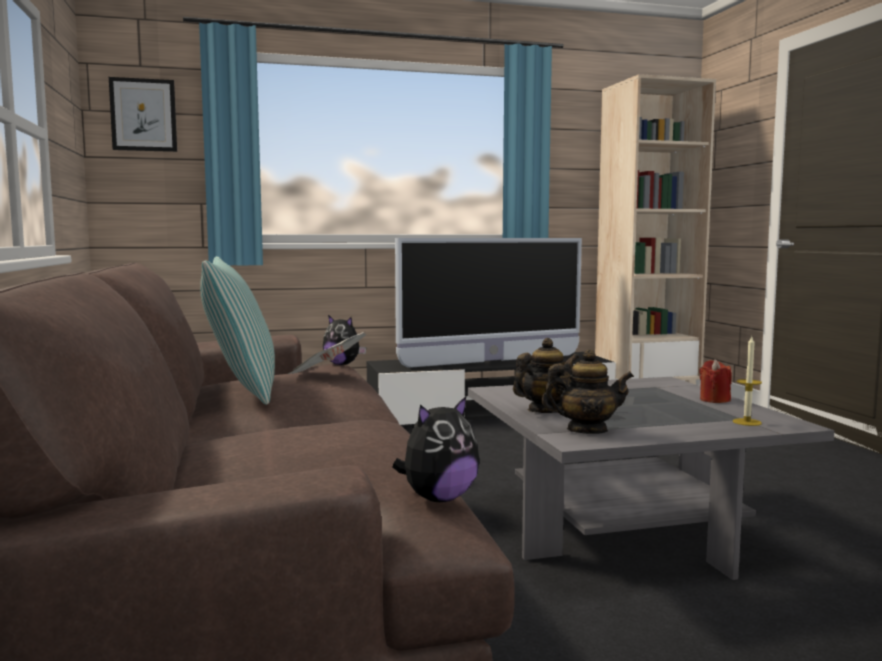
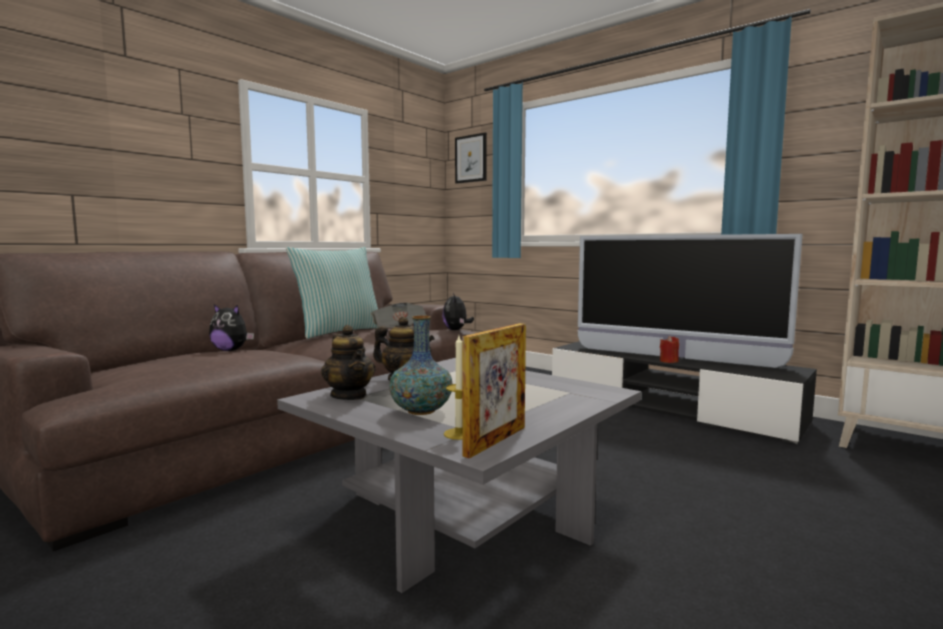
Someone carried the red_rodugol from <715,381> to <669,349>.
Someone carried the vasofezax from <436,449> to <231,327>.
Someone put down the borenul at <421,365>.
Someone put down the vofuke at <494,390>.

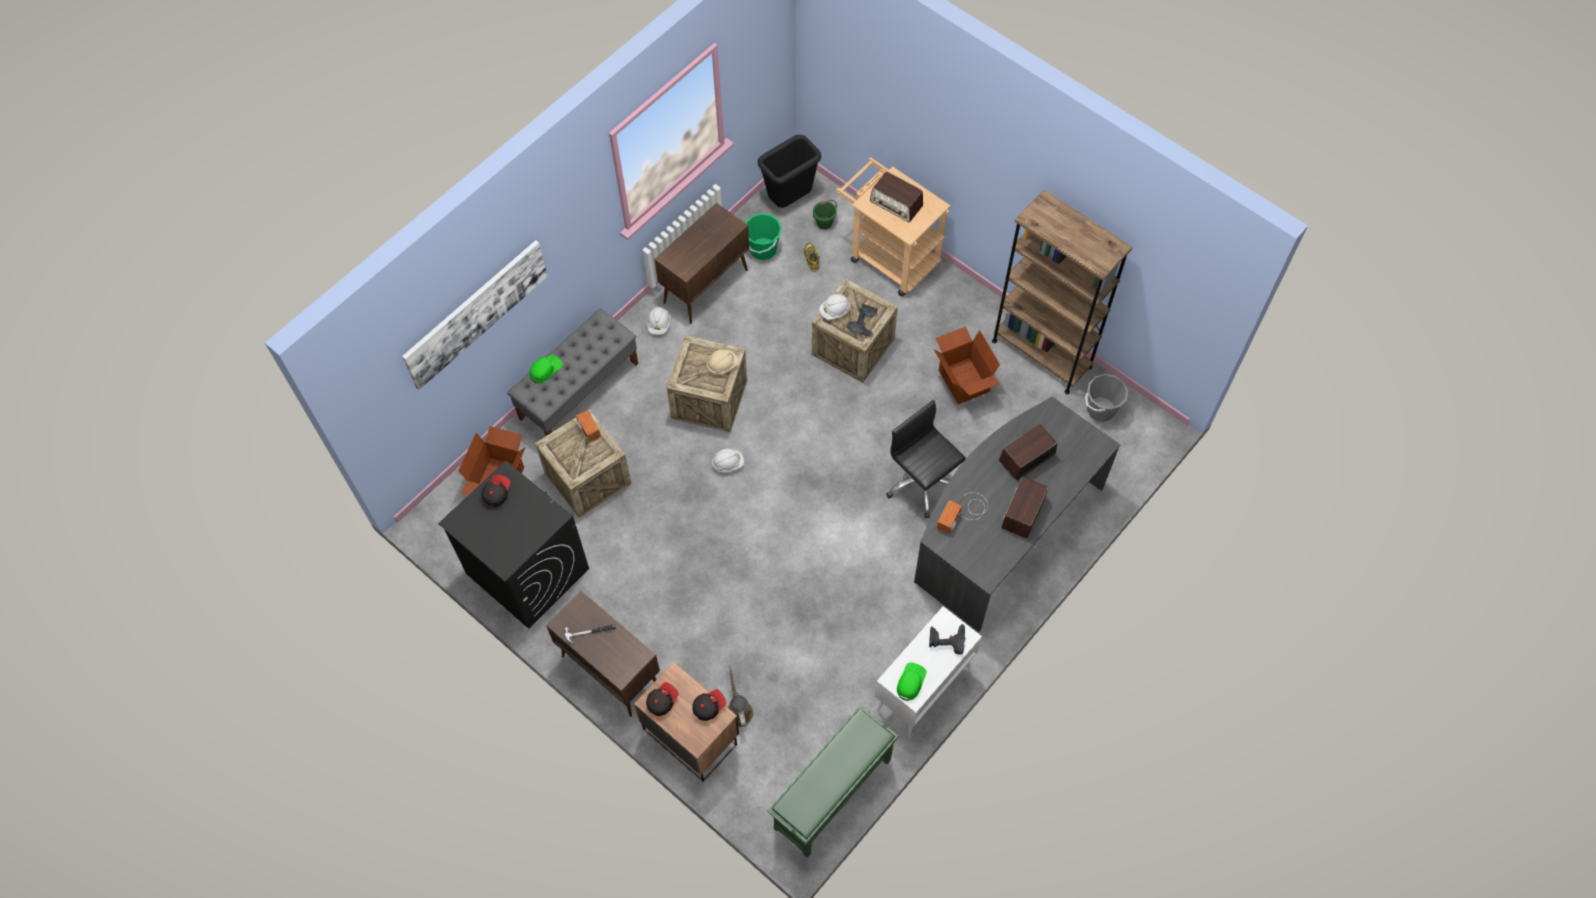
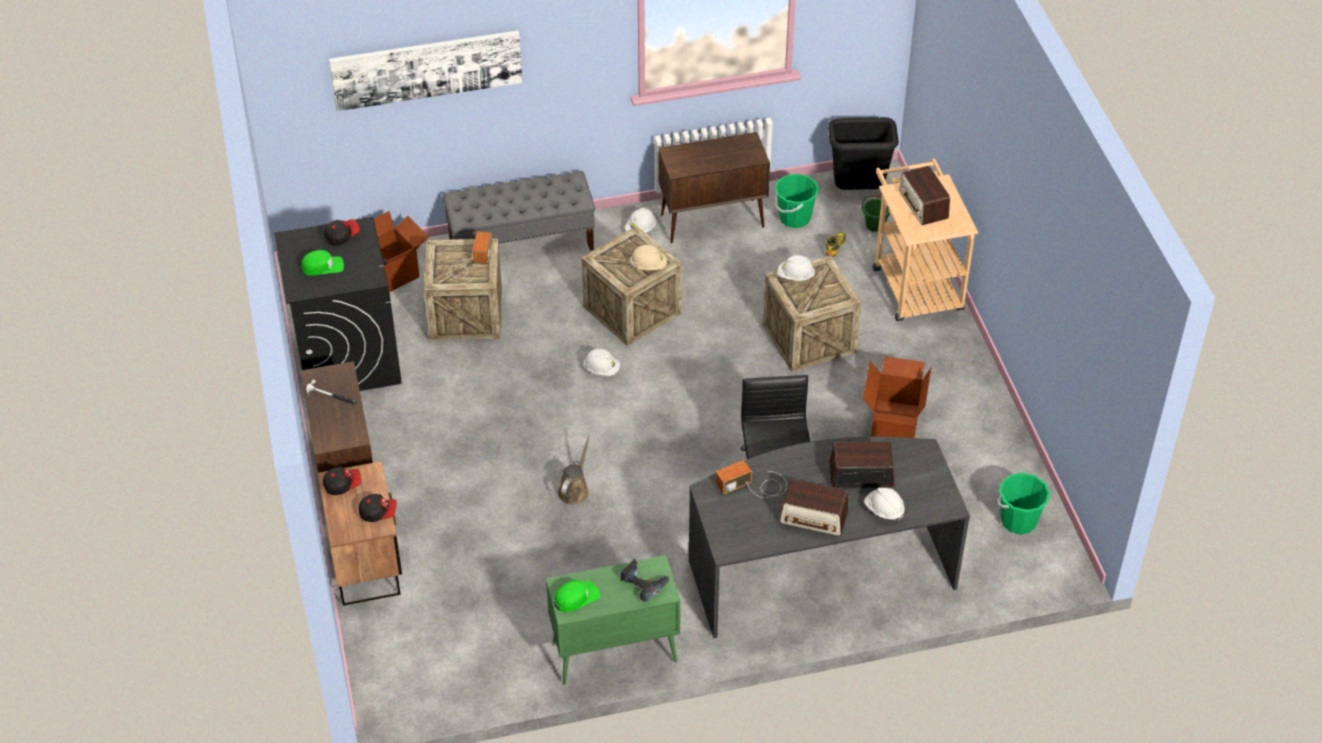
Someone took away the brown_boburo at <1062,292>.
Someone took away the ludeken at <862,320>.
Someone carried the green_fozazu from <546,369> to <322,263>.
Someone repainted the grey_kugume at <1106,398>, which became the green_kugume at <1024,504>.
Someone rotated the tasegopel at <1024,508> by 135 degrees counterclockwise.
Someone repainted the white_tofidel at <928,672>, which became the green_tofidel at <613,620>.
Someone carried the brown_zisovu from <740,696> to <573,470>.
Someone took away the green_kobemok at <833,781>.
Someone put down the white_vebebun at <884,503>.

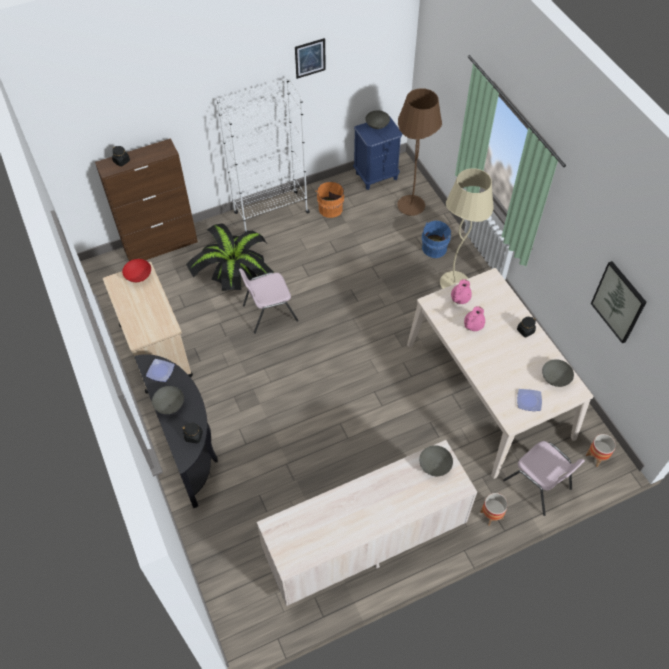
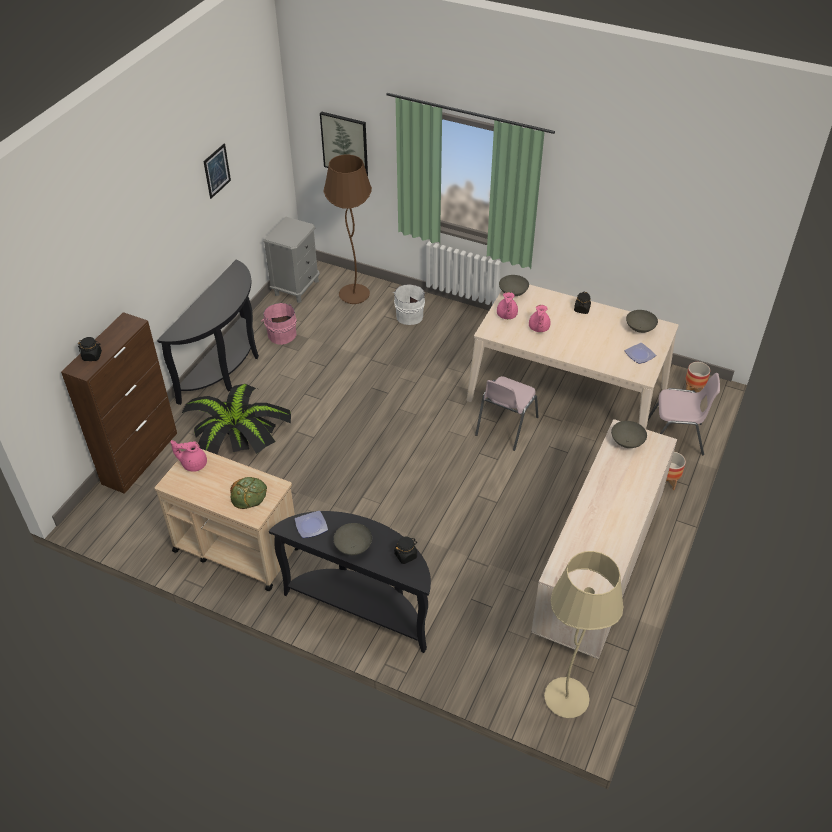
Someone swapped the white_boburo at <263,154> for the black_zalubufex at <208,332>.
Someone carried the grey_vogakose from <377,119> to <514,285>.
Someone repainted the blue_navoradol at <377,153>, which became the grey_navoradol at <291,260>.
Someone carried the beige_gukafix from <467,228> to <583,634>.
Someone repainted the orange_kugume at <330,200>, which became the pink_kugume at <279,324>.
Someone repainted the blue_kugume at <438,239>, which became the white_kugume at <410,304>.
Someone swapped the red_vogakose at <136,270> for the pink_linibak at <188,456>.
Someone carried the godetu from <618,302> to <344,144>.
Someone carried the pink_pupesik from <269,301> to <507,413>.
Someone put down the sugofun at <248,493>.

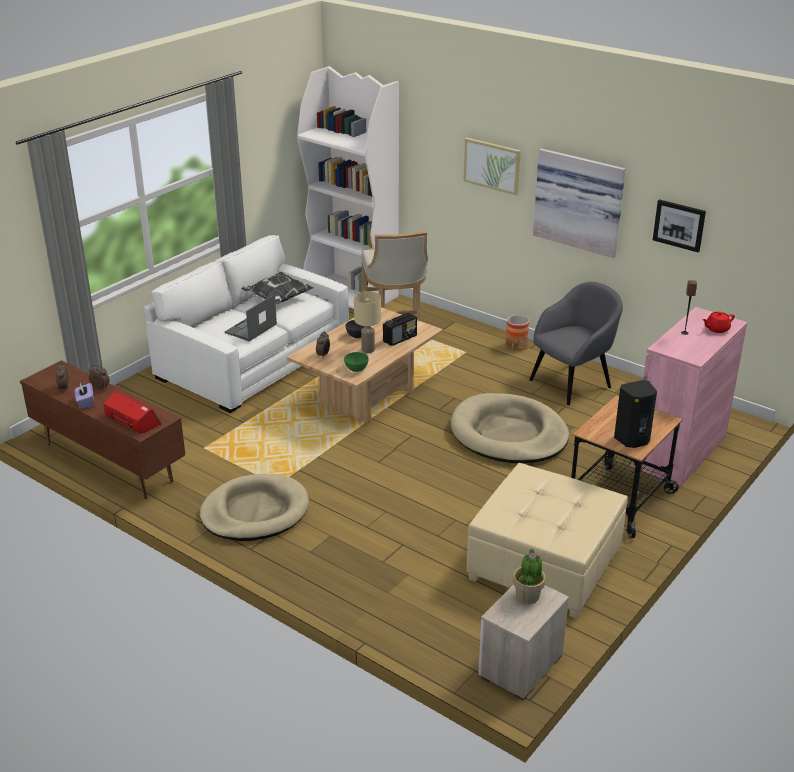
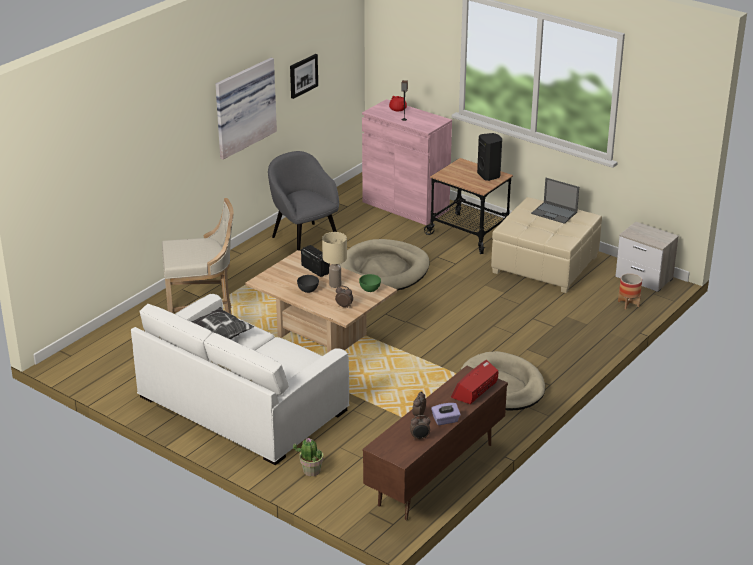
Someone took away the white_boburo at <348,187>.
Someone took away the godetu at <492,166>.
Someone carried the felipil from <251,317> to <555,201>.
Someone carried the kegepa from <517,333> to <630,291>.
Someone carried the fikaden from <529,576> to <308,457>.

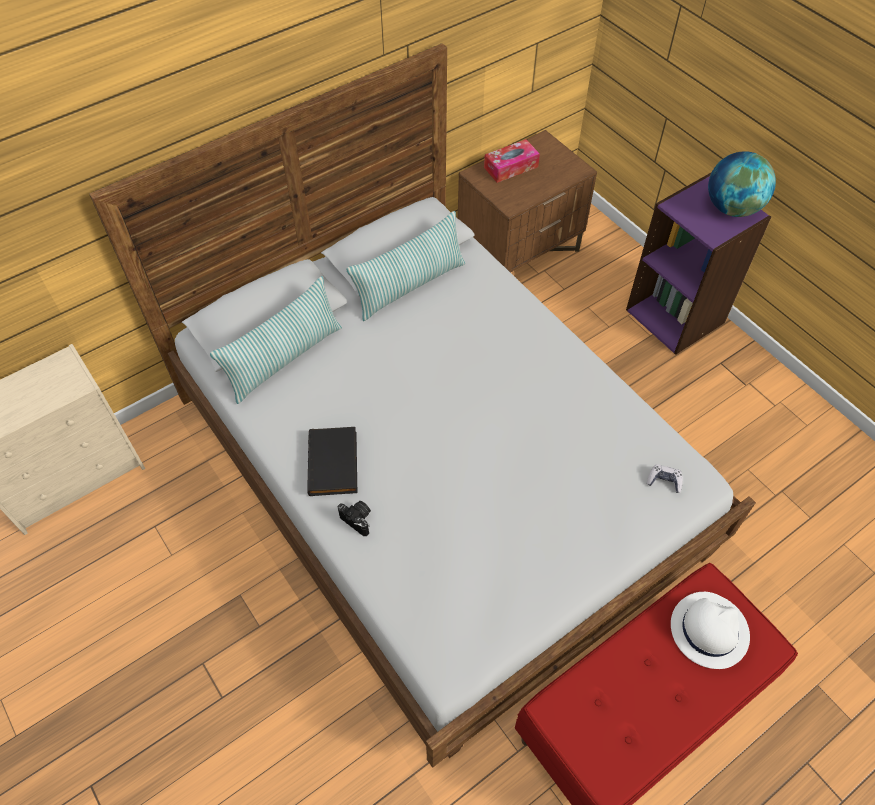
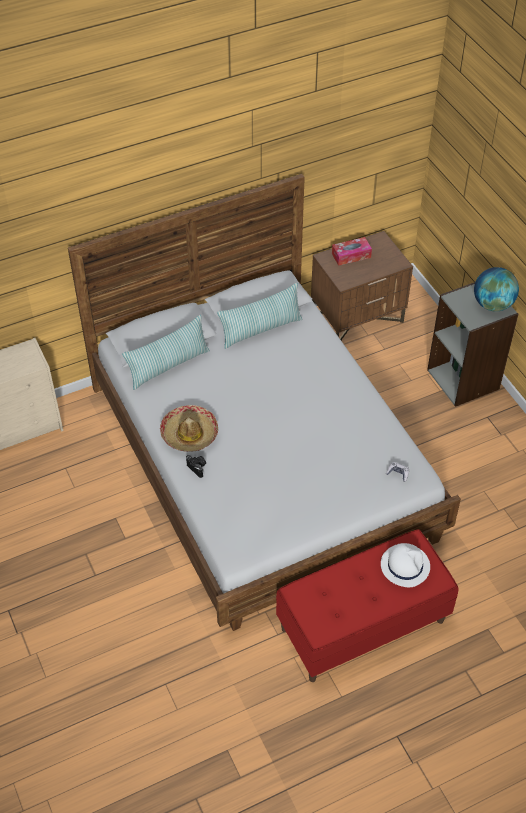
Someone repainted the purple_boburo at <698,263>, which became the grey_boburo at <473,344>.
Someone swapped the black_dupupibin at <332,461> for the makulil at <189,428>.

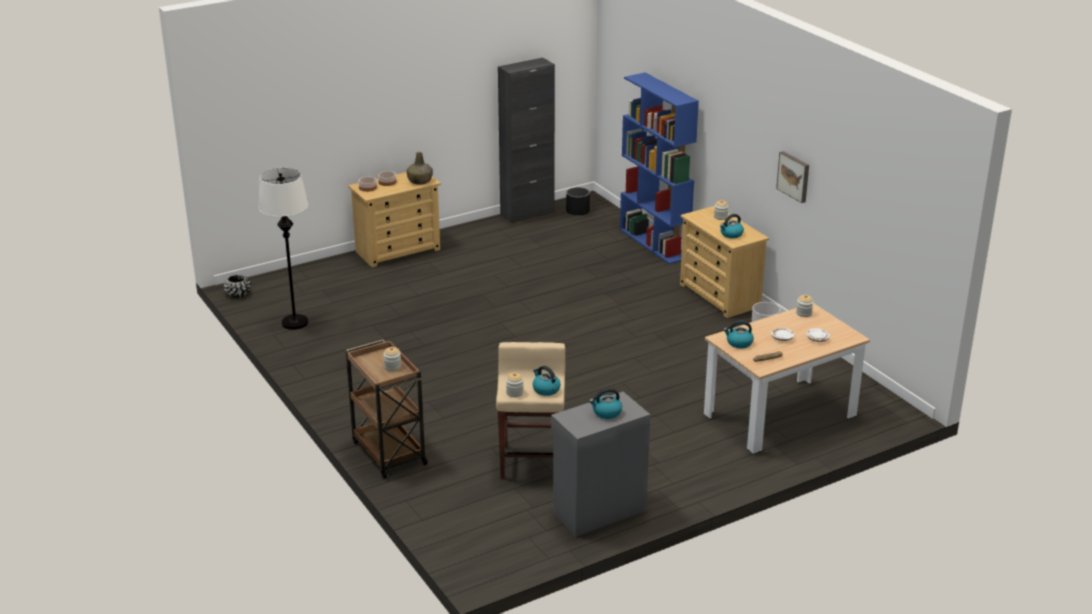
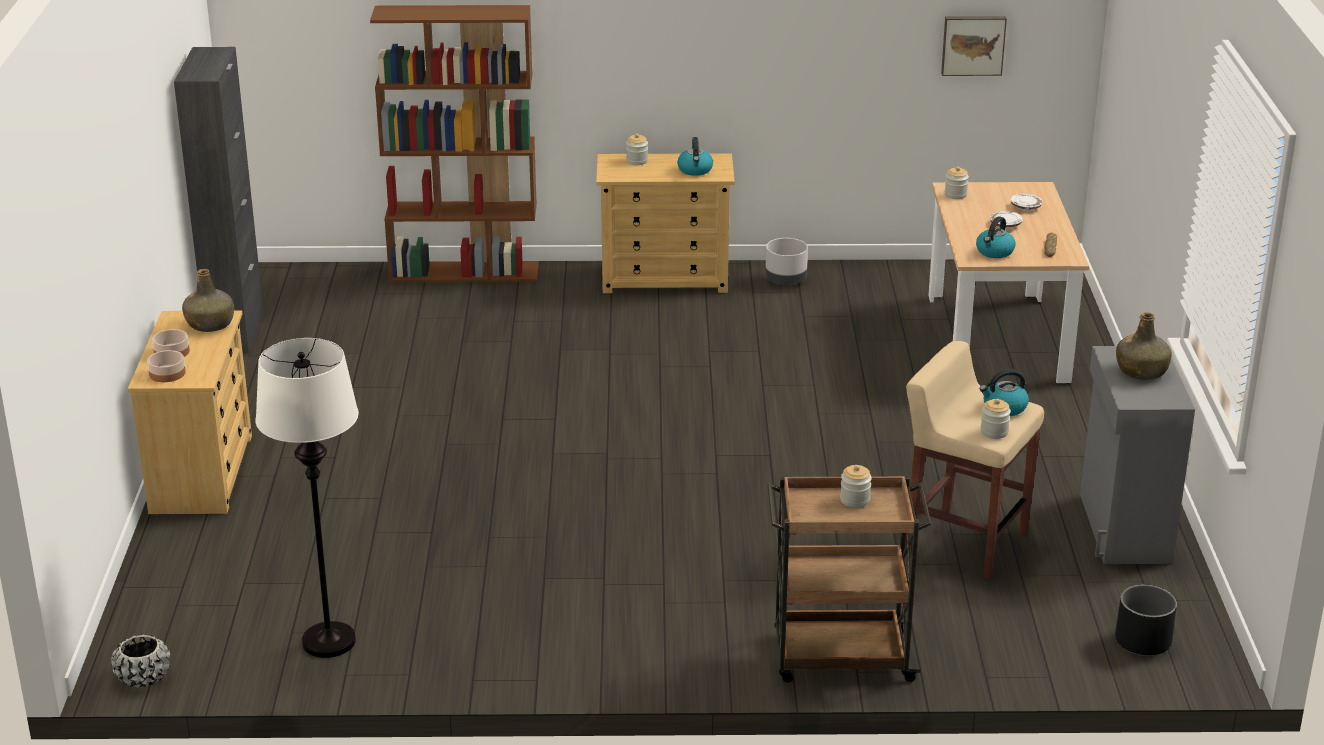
Someone repainted the blue_boburo at <659,168>, which became the brown_boburo at <454,143>.
Someone carried the godetu from <792,177> to <974,46>.
Someone carried the black_kegepa from <578,201> to <1146,620>.
Someone swapped the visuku at <605,403> for the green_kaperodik at <1144,346>.

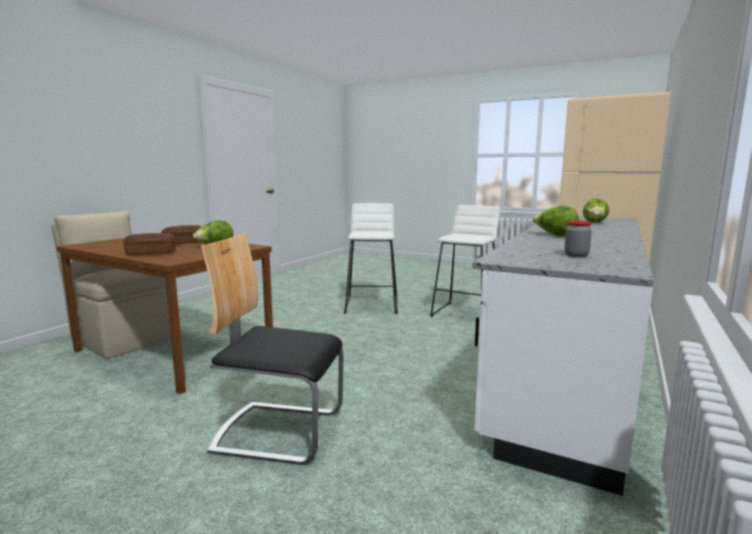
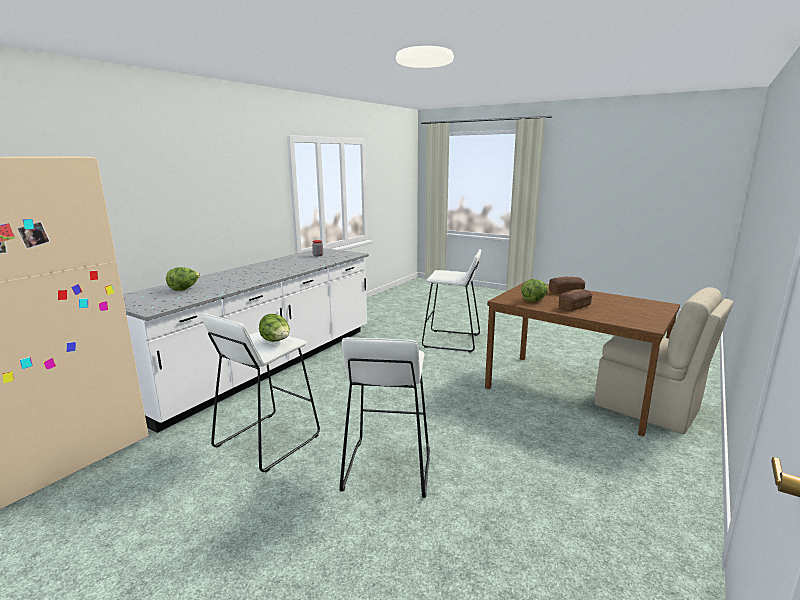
Someone carried the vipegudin from <556,221> to <274,328>.
Someone swapped the pupesik at <272,349> for the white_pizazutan at <451,300>.

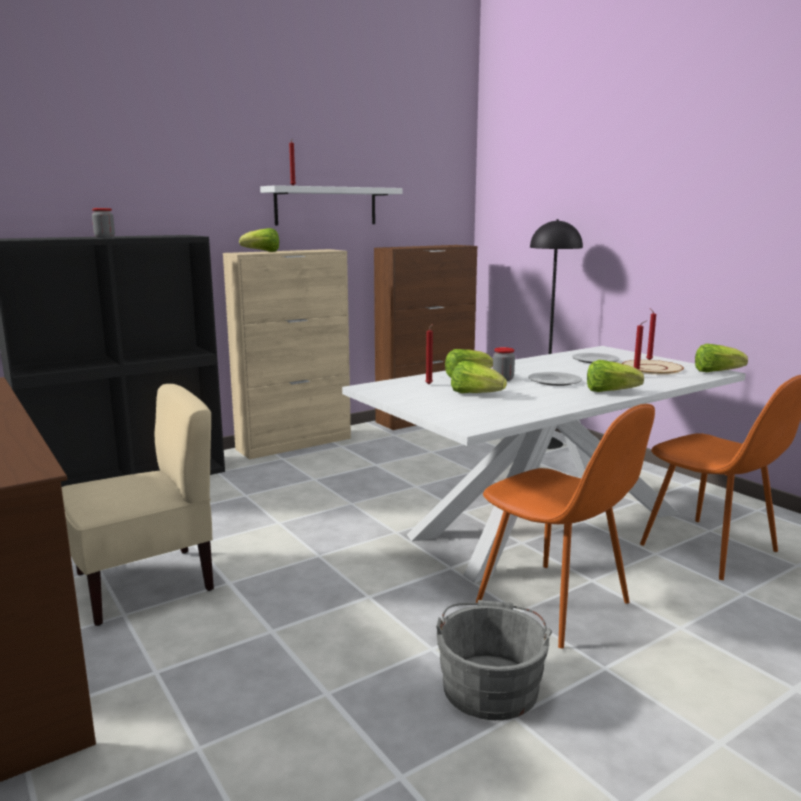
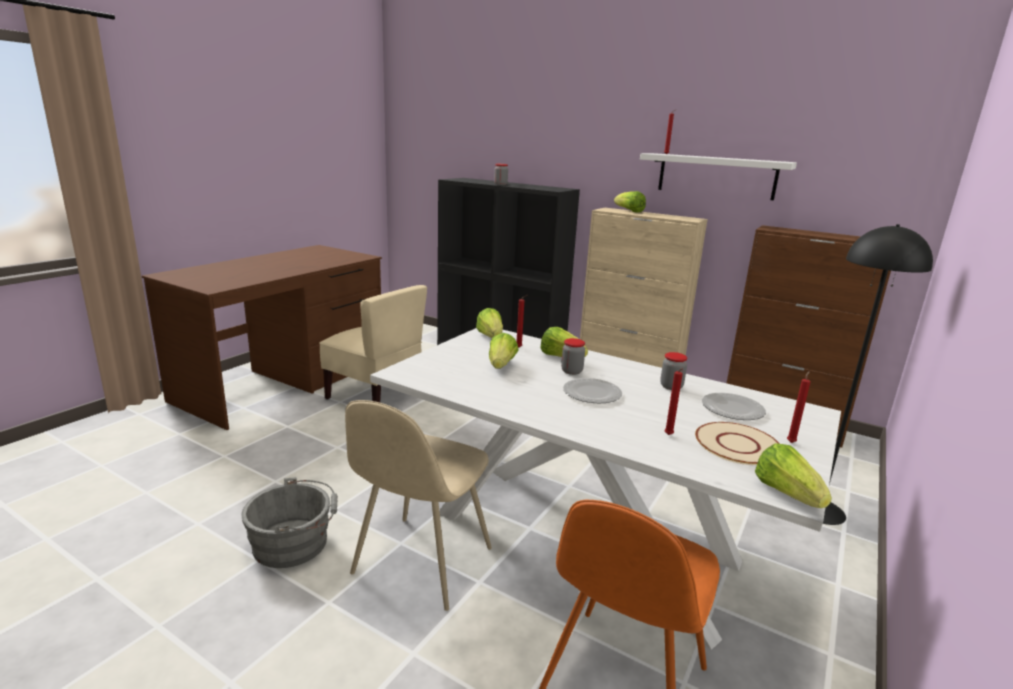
Someone carried the vipegudin from <615,376> to <489,323>.
Someone repainted the orange_pupesik at <565,526>, which became the beige_pupesik at <418,505>.
Someone put down the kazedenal at <674,371>.

